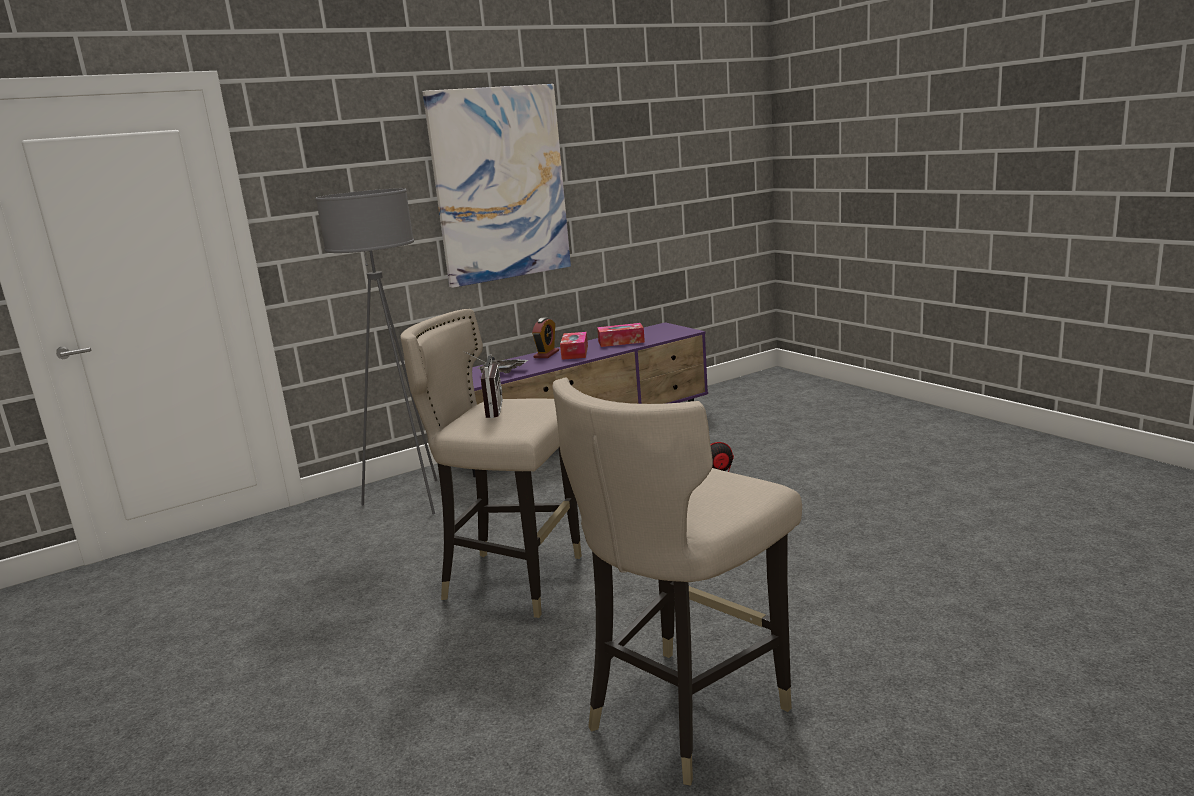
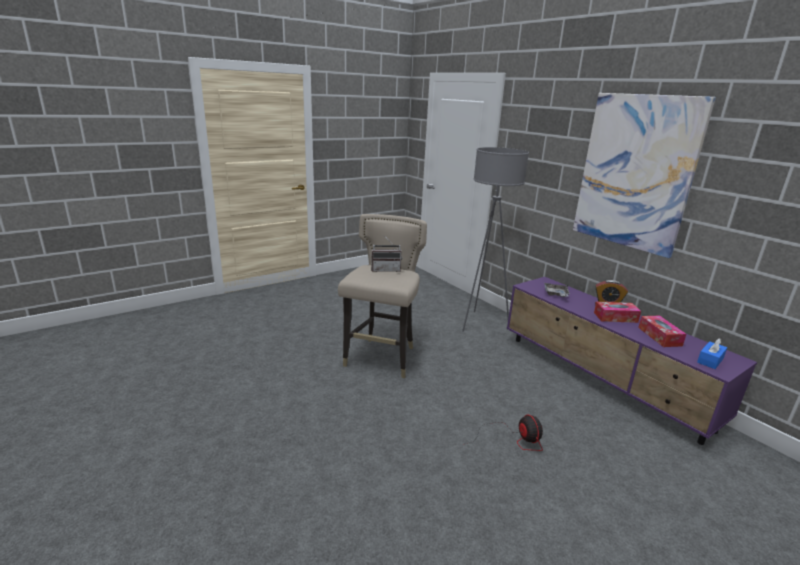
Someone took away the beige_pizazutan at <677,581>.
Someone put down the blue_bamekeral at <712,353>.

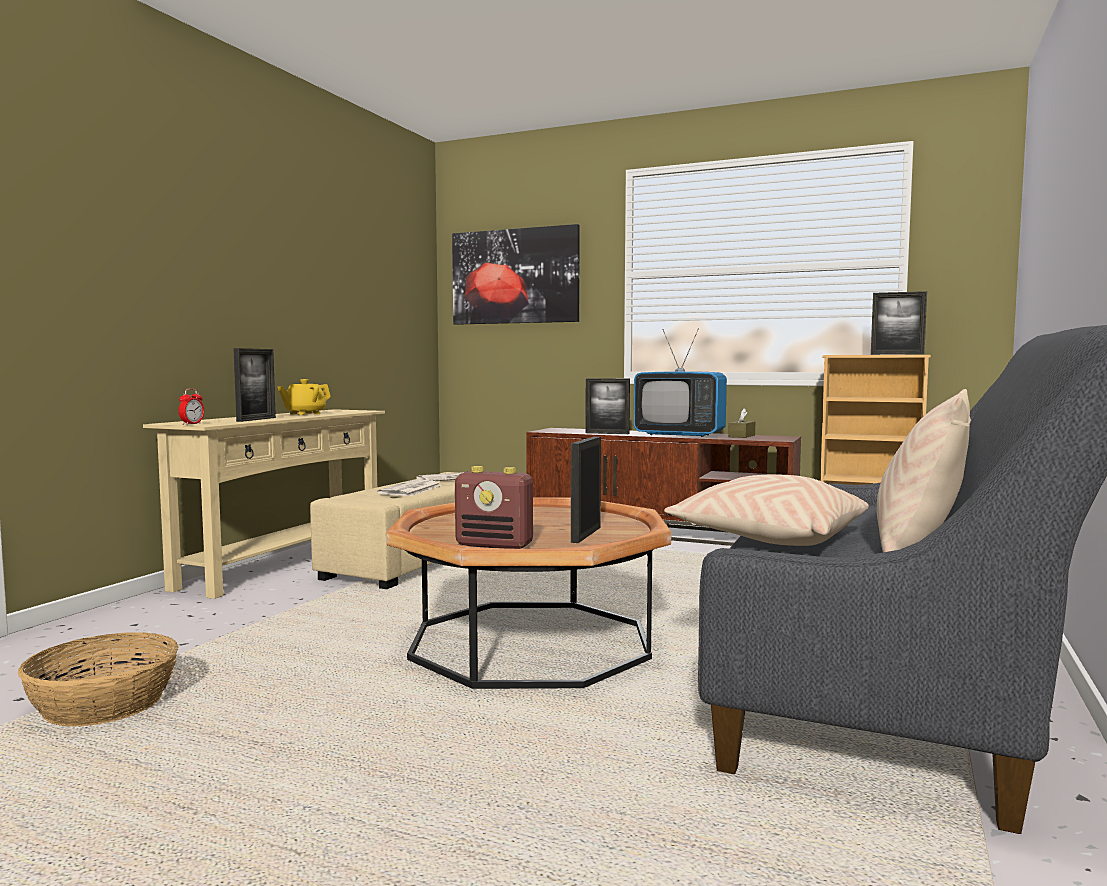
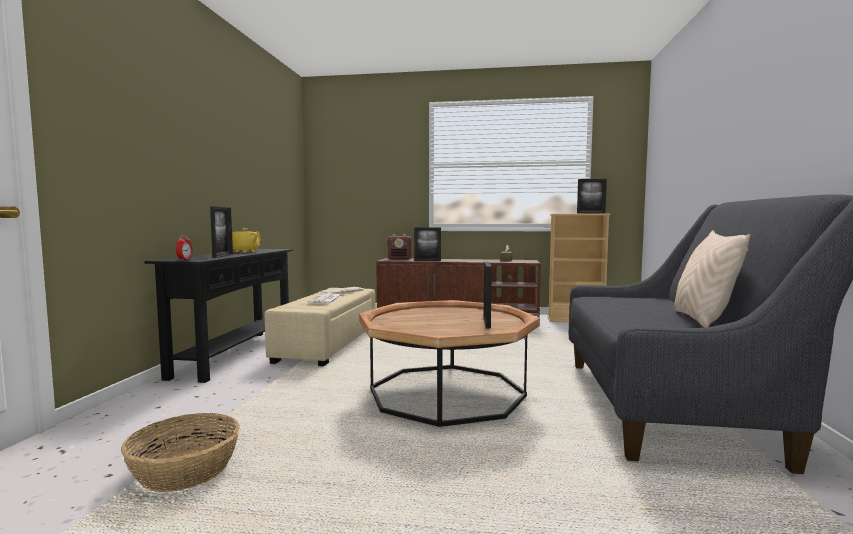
Someone took away the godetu at <516,274>.
Someone took away the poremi at <680,383>.
Someone repainted the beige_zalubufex at <264,504>, which became the black_zalubufex at <219,316>.
Someone carried the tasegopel from <494,507> to <399,247>.
Someone took away the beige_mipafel at <766,510>.

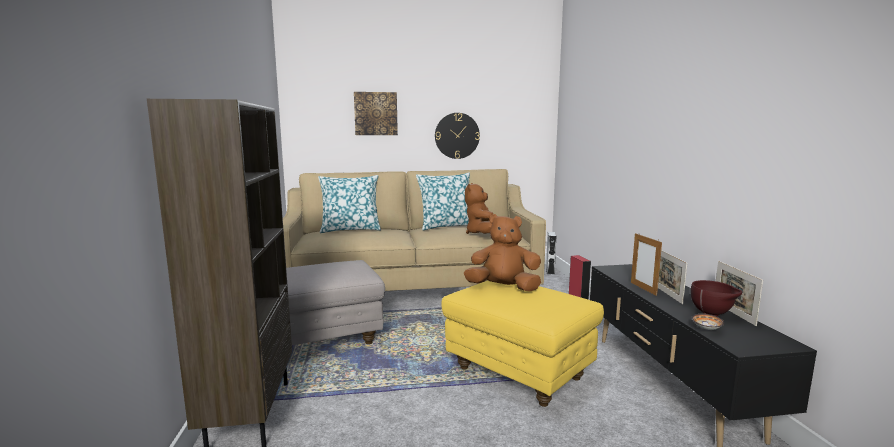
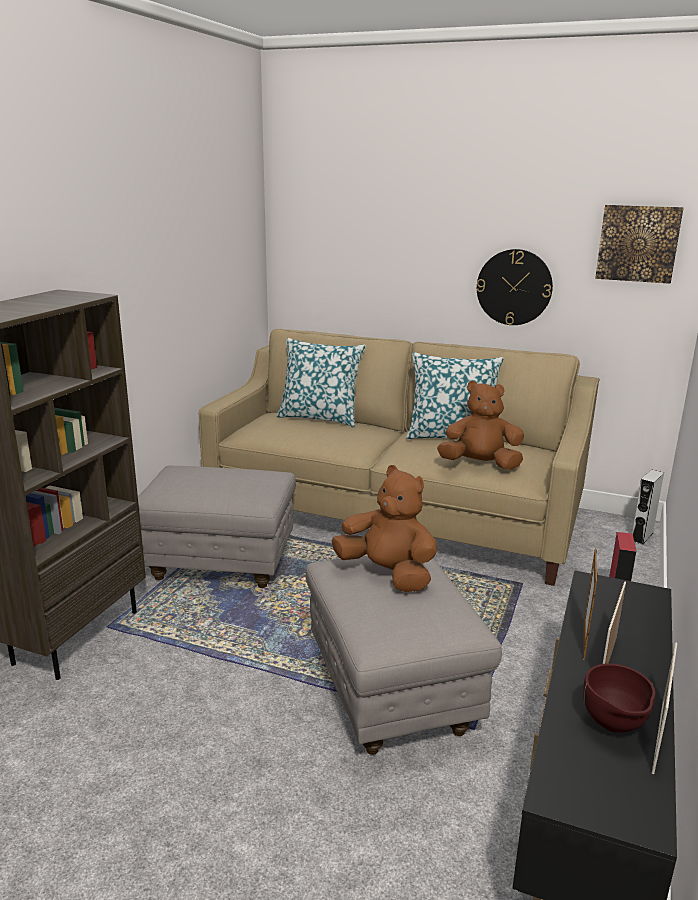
Someone carried the godetu from <376,113> to <639,244>.
Someone rotated the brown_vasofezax at <479,208> by 60 degrees clockwise.
Someone repainted the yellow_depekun at <522,343>, which became the grey_depekun at <404,655>.
Someone took away the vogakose at <708,322>.

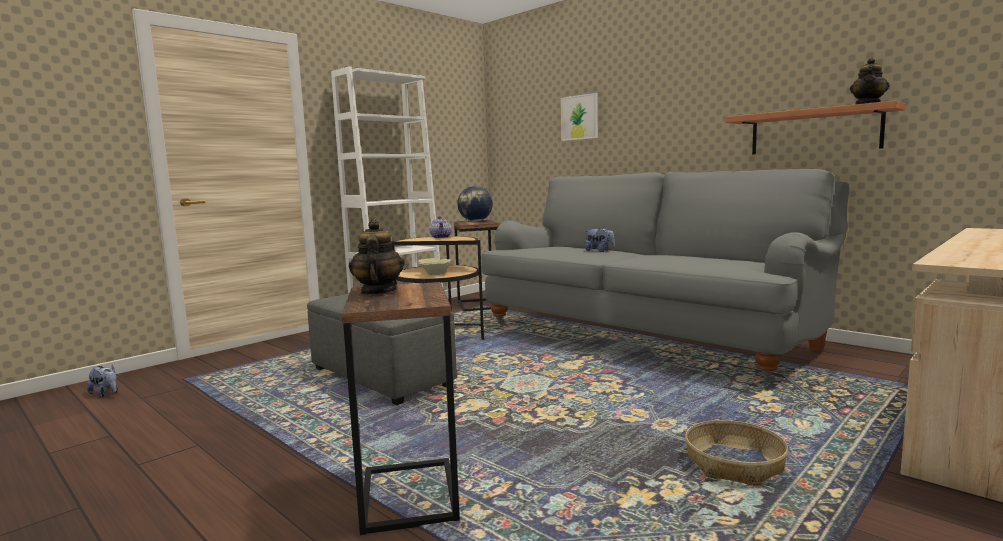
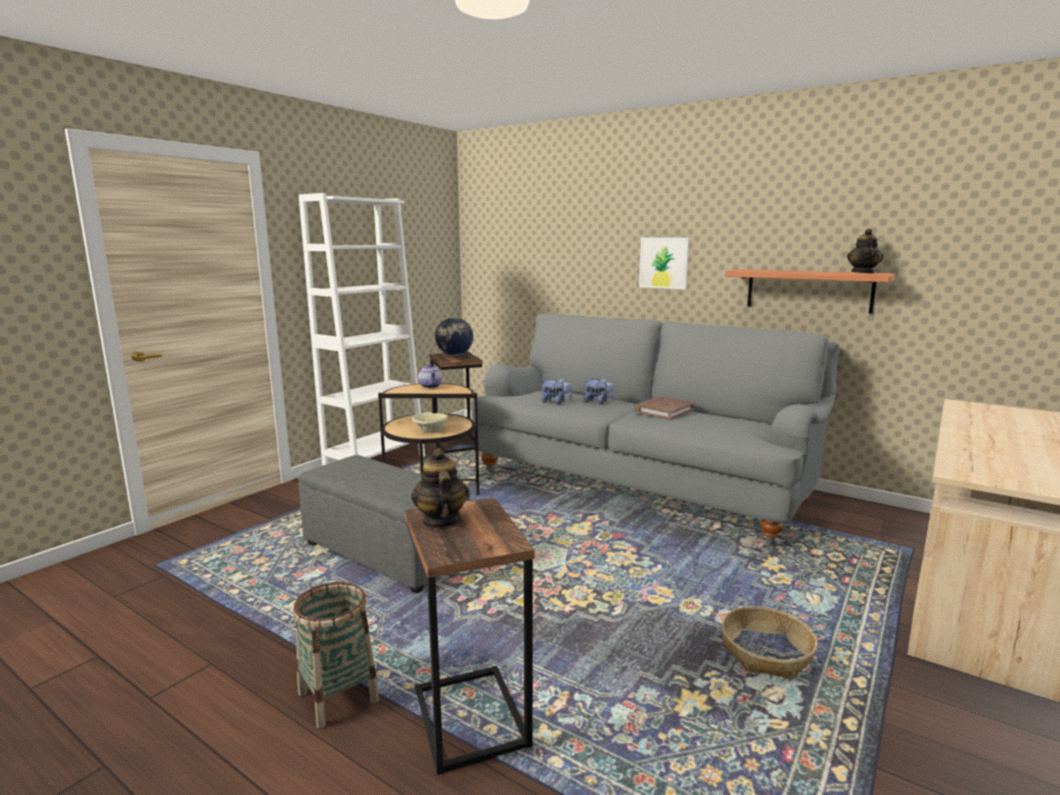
Someone carried the godetu from <579,117> to <664,263>.
Someone carried the vasofezax from <102,381> to <556,391>.
Someone put down the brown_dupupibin at <664,408>.
Someone put down the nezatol at <336,655>.

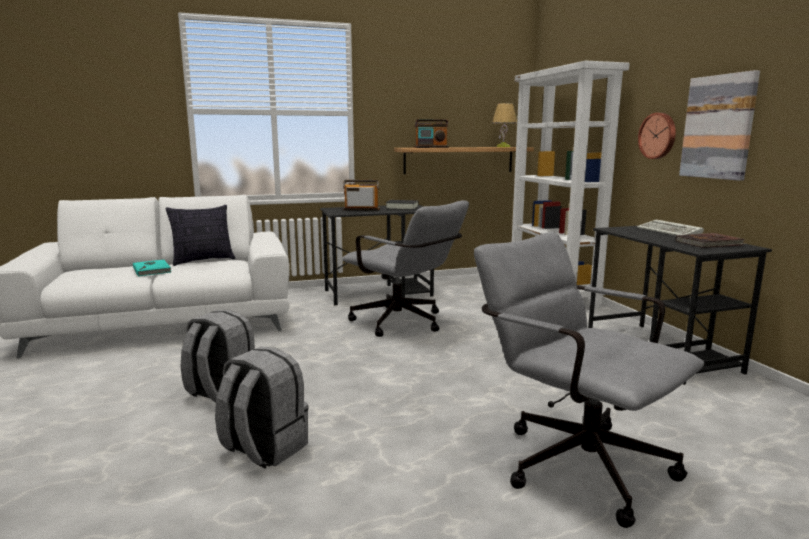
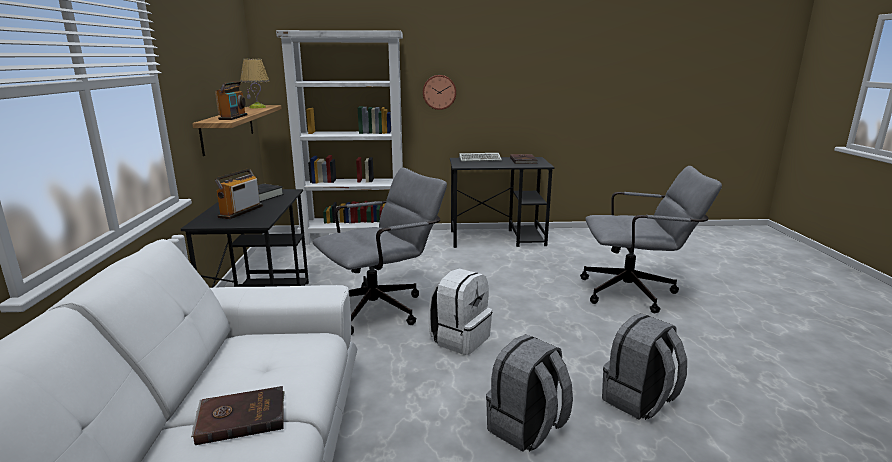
Someone took away the godetu at <719,125>.
Someone took away the mipafel at <200,235>.
Someone rotated the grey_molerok at <589,380> by 150 degrees counterclockwise.
Someone repainted the turquoise_dupupibin at <152,268>, which became the brown_dupupibin at <238,415>.
Someone put down the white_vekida at <460,312>.

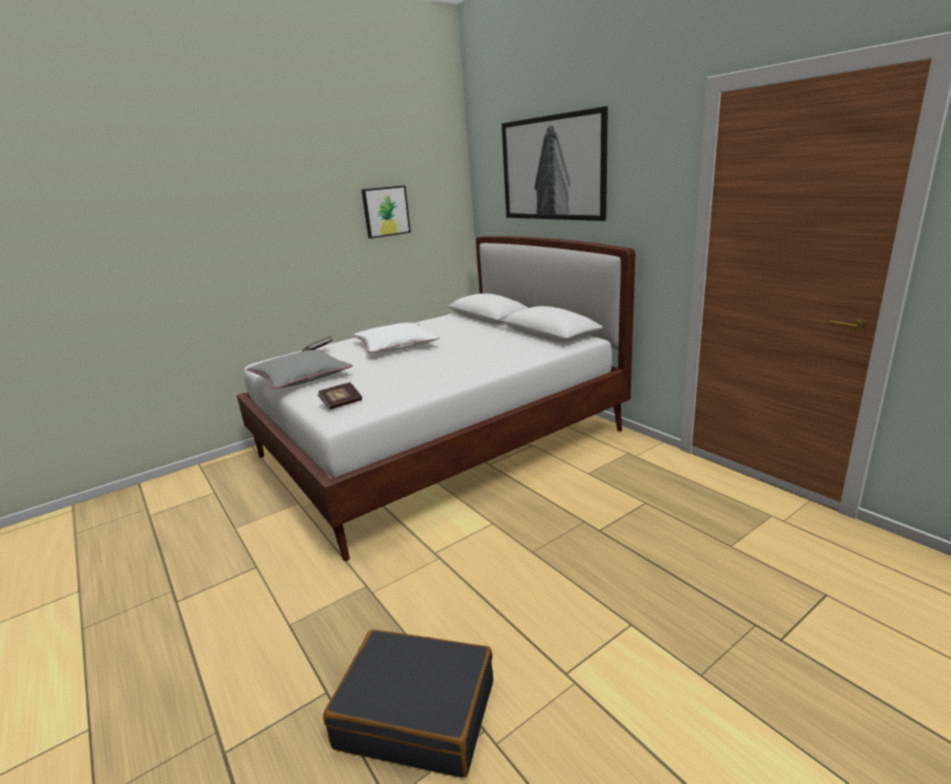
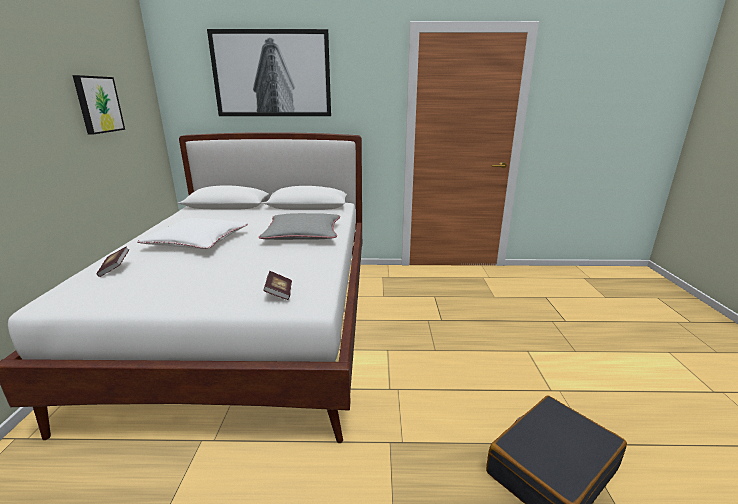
Someone carried the grey_mipafel from <299,369> to <299,226>.

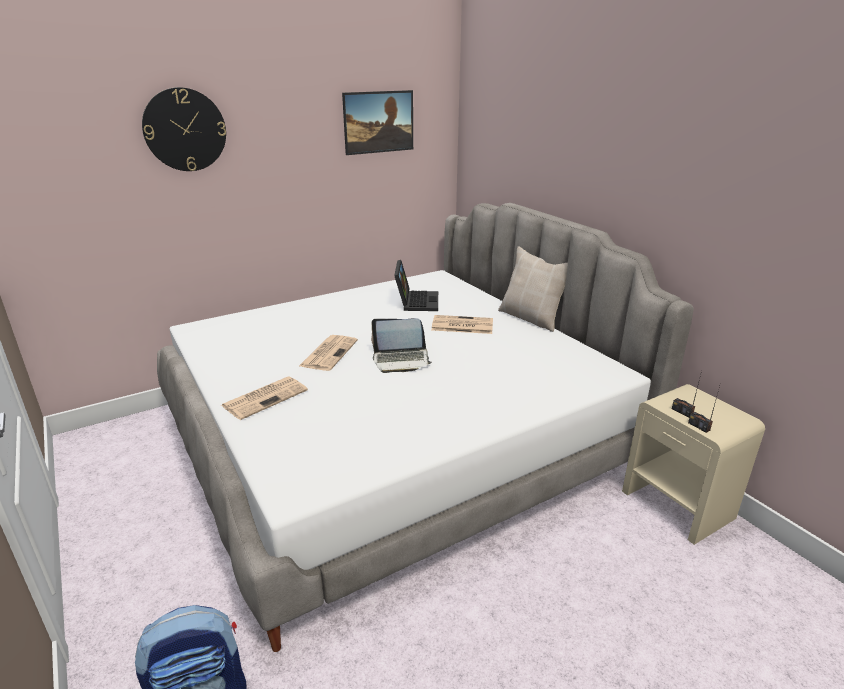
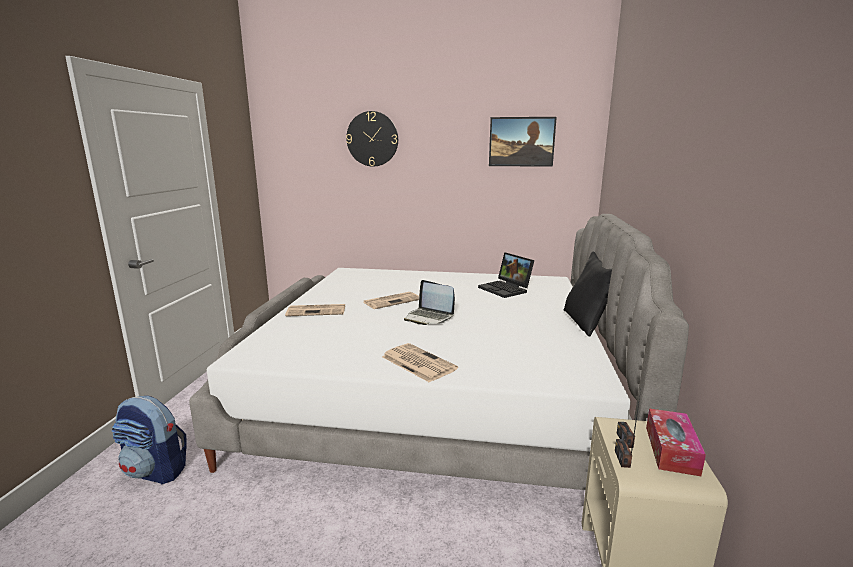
Someone repainted the beige_mipafel at <533,289>, which became the black_mipafel at <588,294>.
Someone rotated the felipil at <416,285> by 105 degrees clockwise.
Someone carried the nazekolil from <462,324> to <420,363>.
Someone put down the bamekeral at <676,442>.

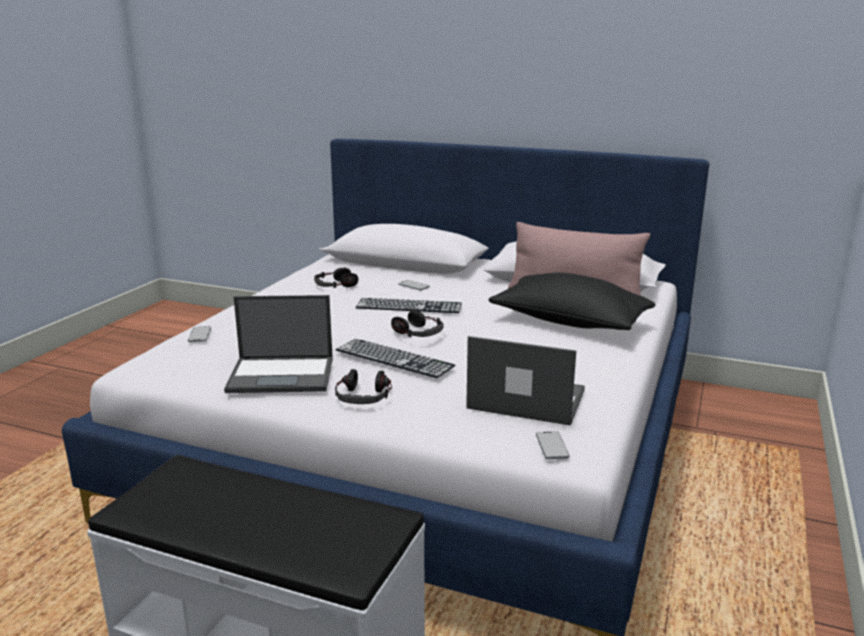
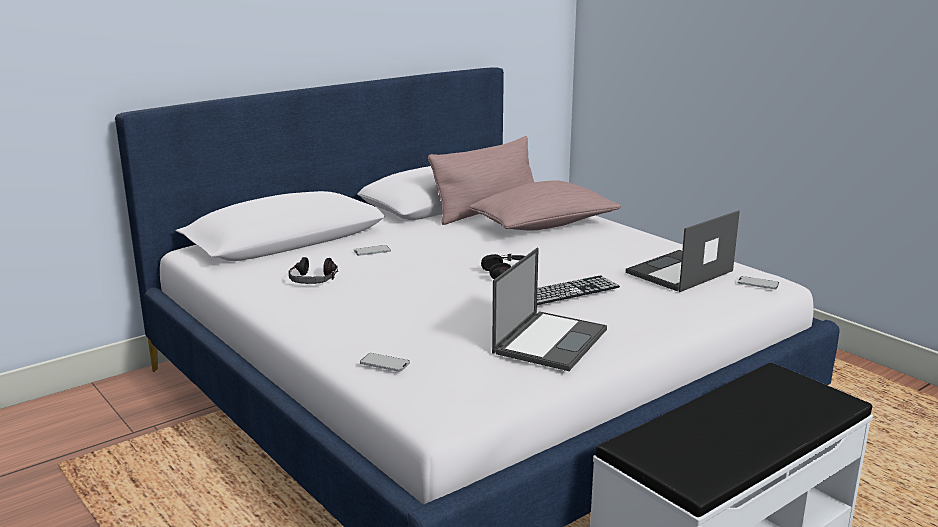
Someone repainted the black_mipafel at <571,301>, which became the pink_mipafel at <545,205>.
Someone took away the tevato at <409,305>.
Someone took away the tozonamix at <363,386>.

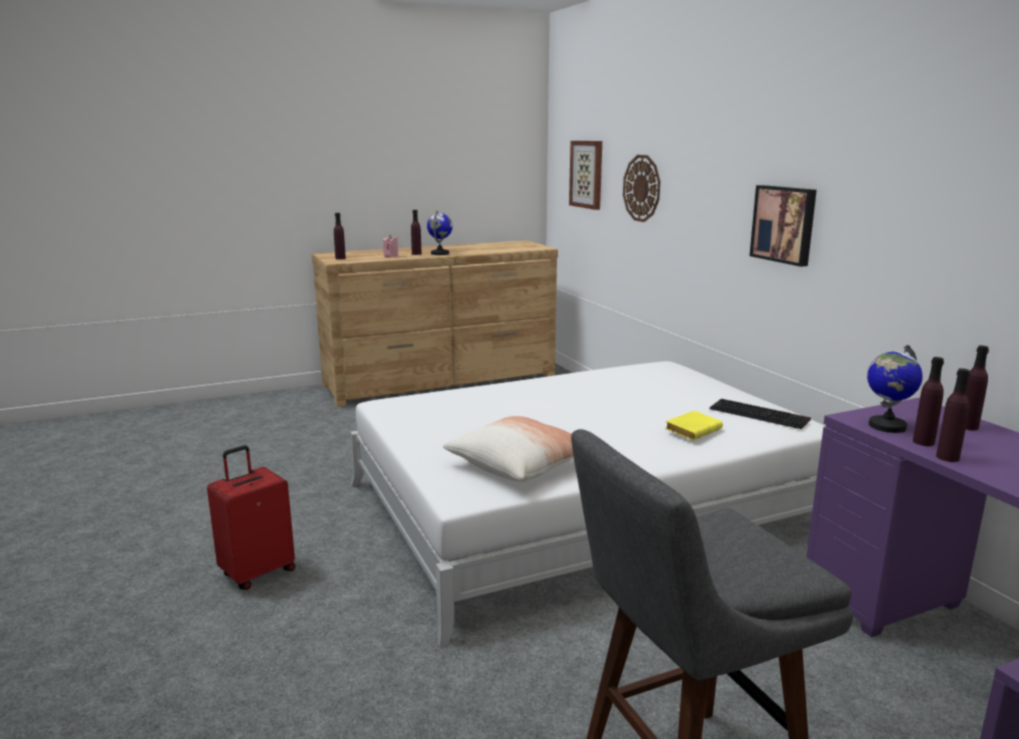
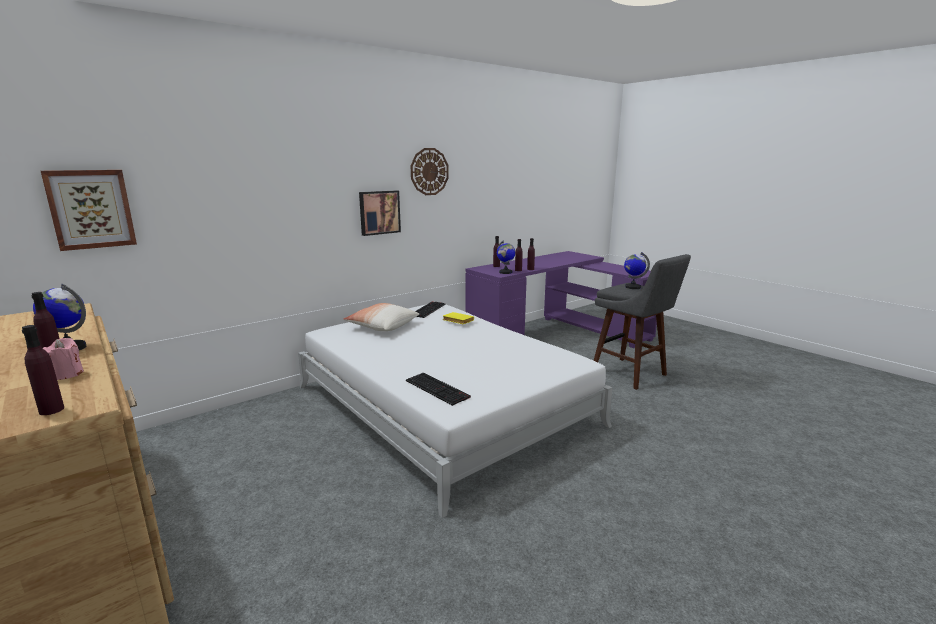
Someone carried the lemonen from <641,188> to <430,171>.
Someone carried the mipafel from <508,449> to <381,317>.
Someone took away the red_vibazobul at <251,517>.
Someone put down the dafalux at <637,270>.
Someone put down the tevato at <438,389>.

